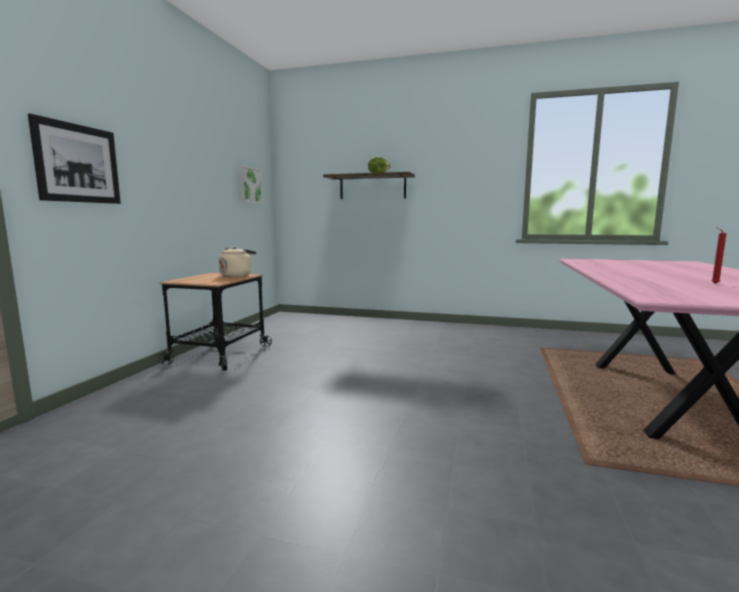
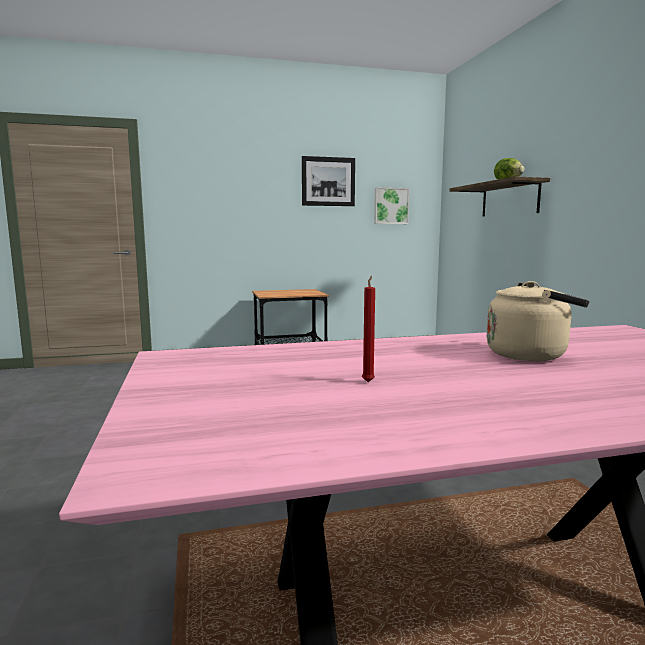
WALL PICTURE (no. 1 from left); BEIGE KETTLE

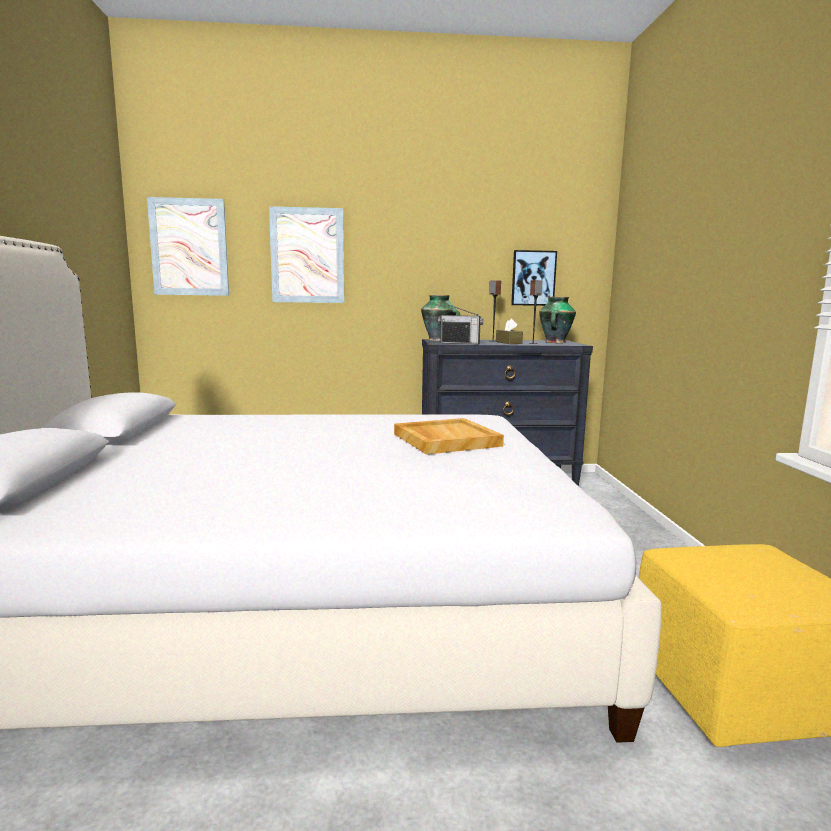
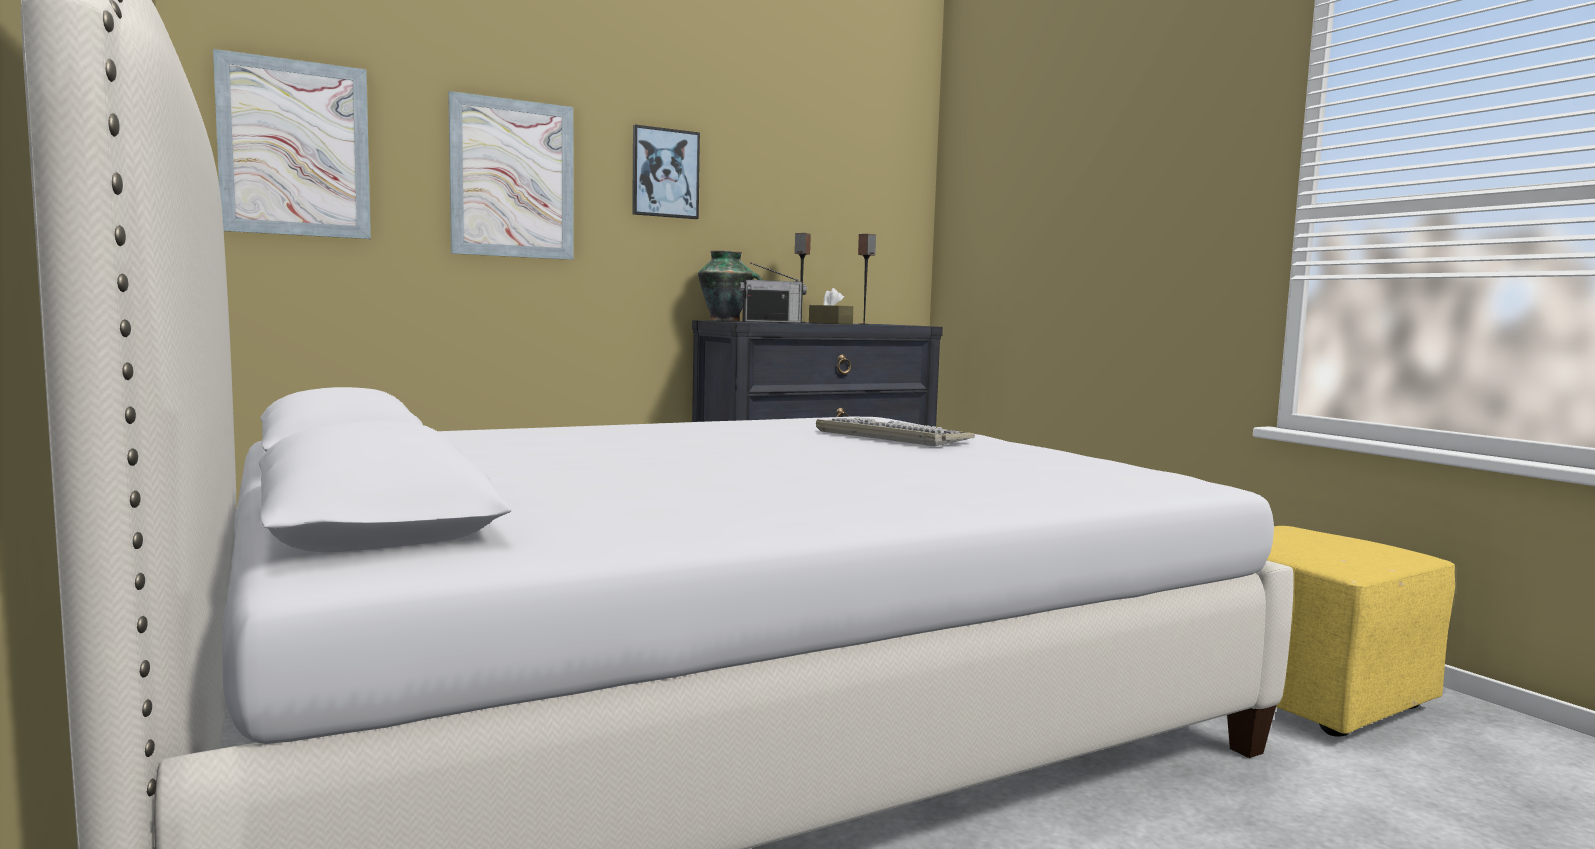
WALL PICTURE (no. 3 from left); FLOWER VASE (no. 2 from left in the first image); KEYBOARD

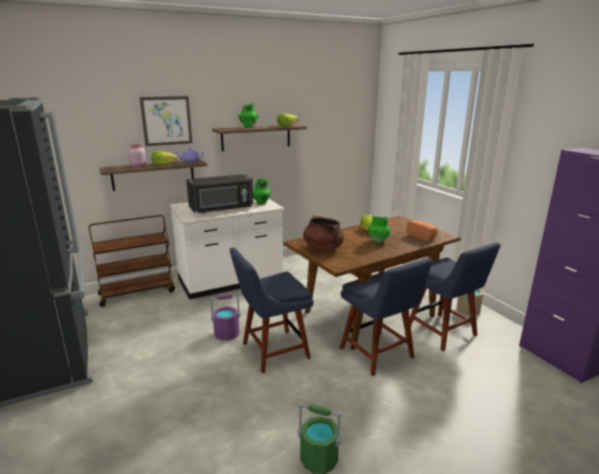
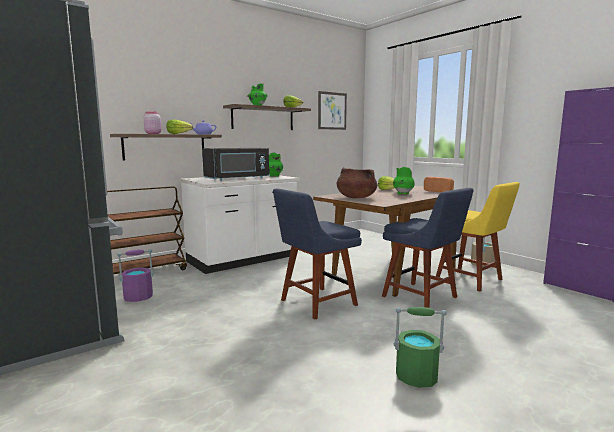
WALL PICTURE; YELLOW CHAIR; PURPLE PAIL

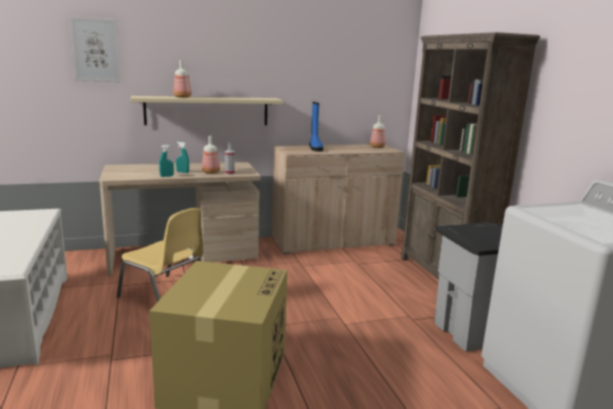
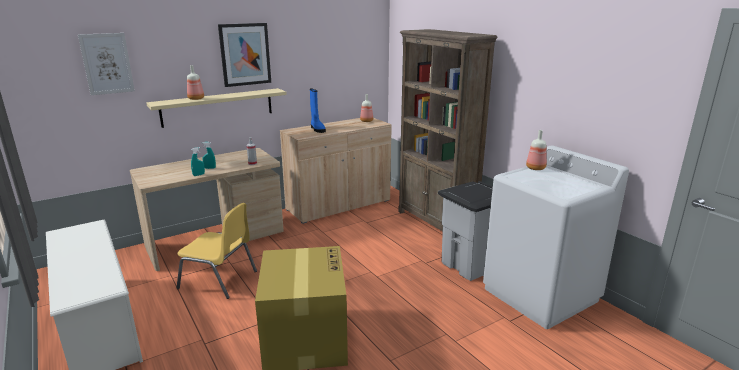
BOTTLE (no. 3 from left); WALL PICTURE (no. 2 from left)

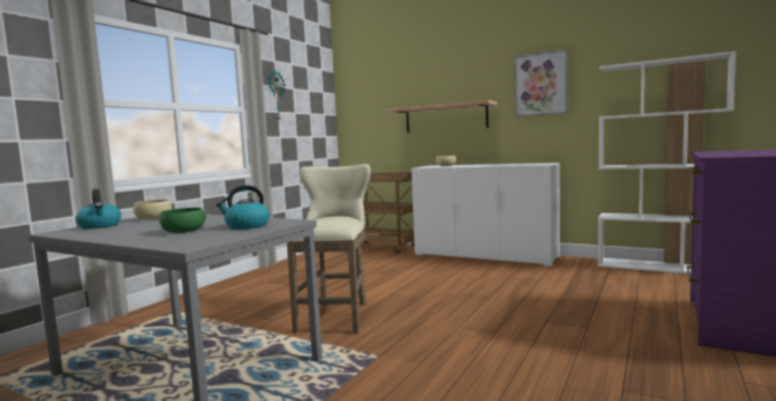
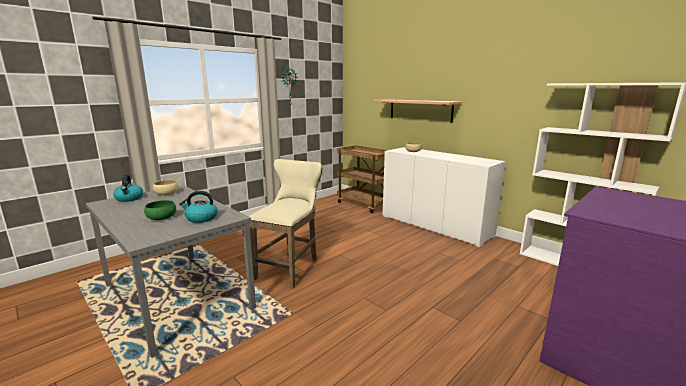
WALL PICTURE

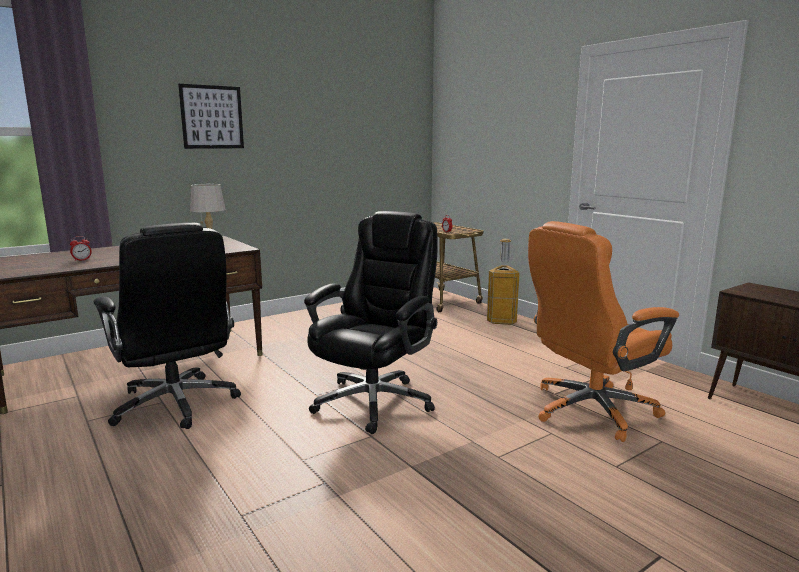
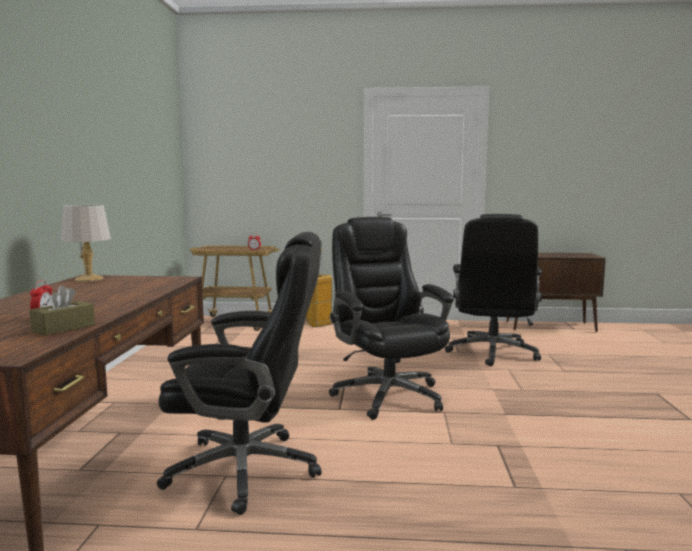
WALL PICTURE; BLACK COMPUTER CHAIR (no. 3 from left); BROWN TISSUE BOX

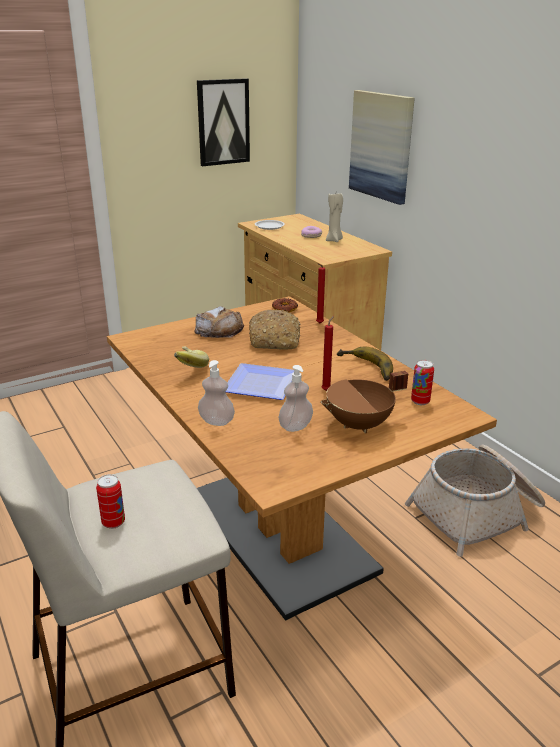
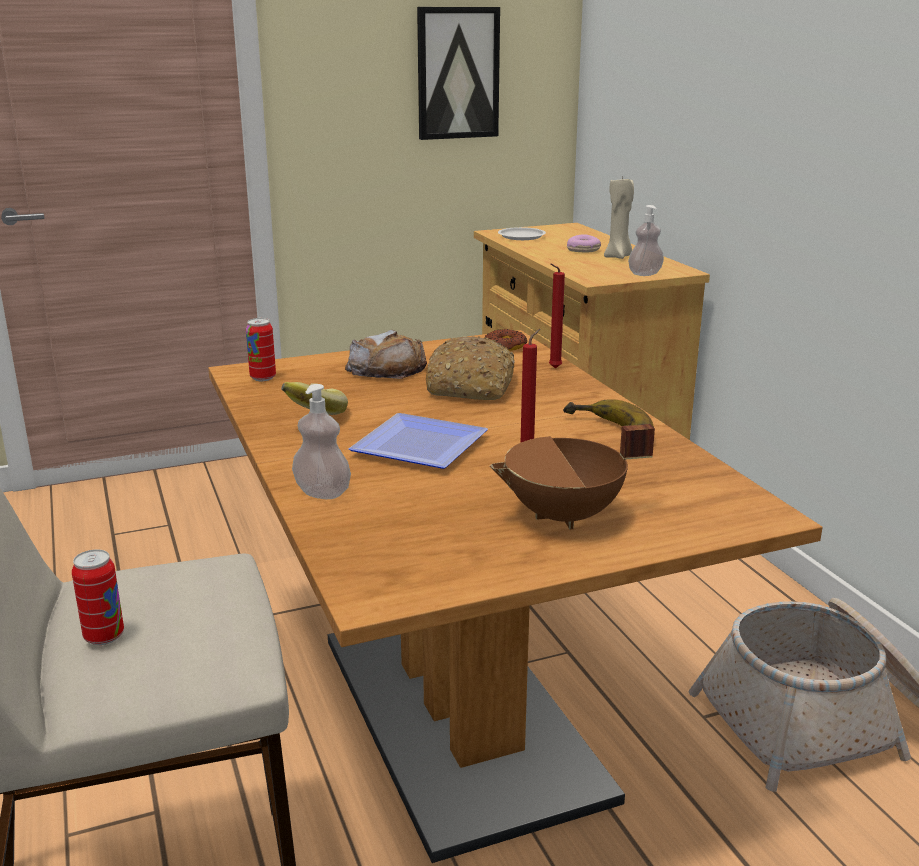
WALL PICTURE (no. 2 from left in the first image); METAL CAN (no. 2 from left); LIQUID SOAP BOTTLE (no. 2 from left)

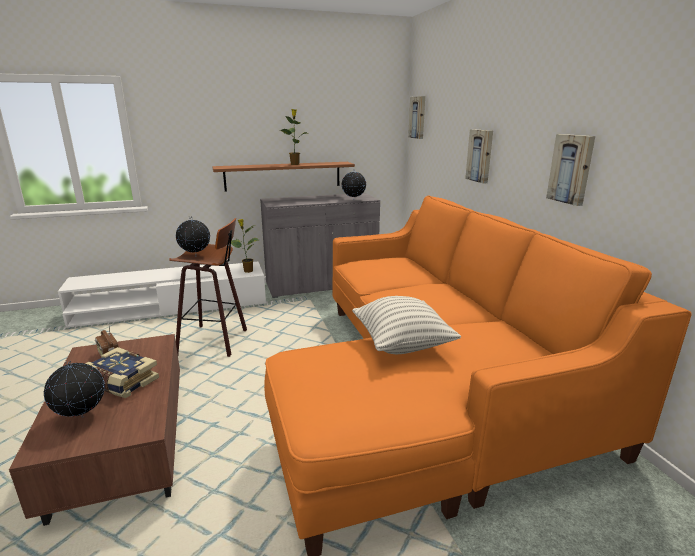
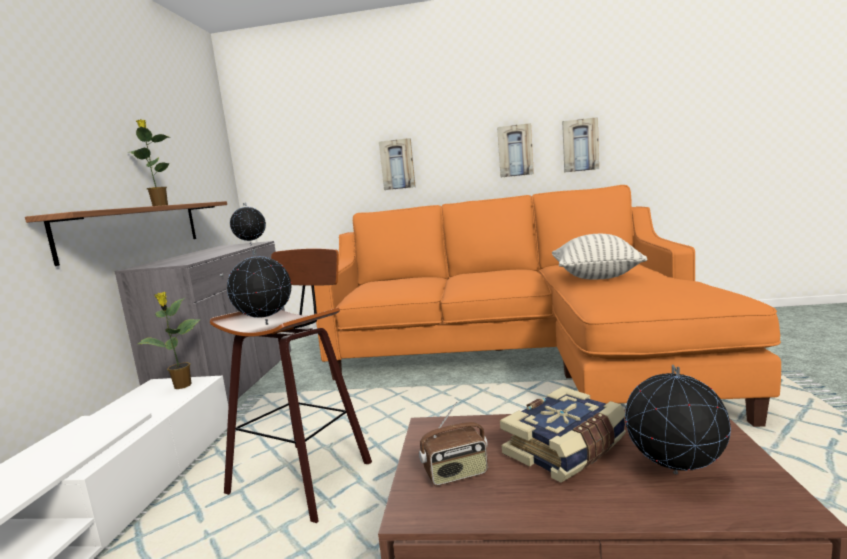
WALL PICTURE (no. 3 from left)

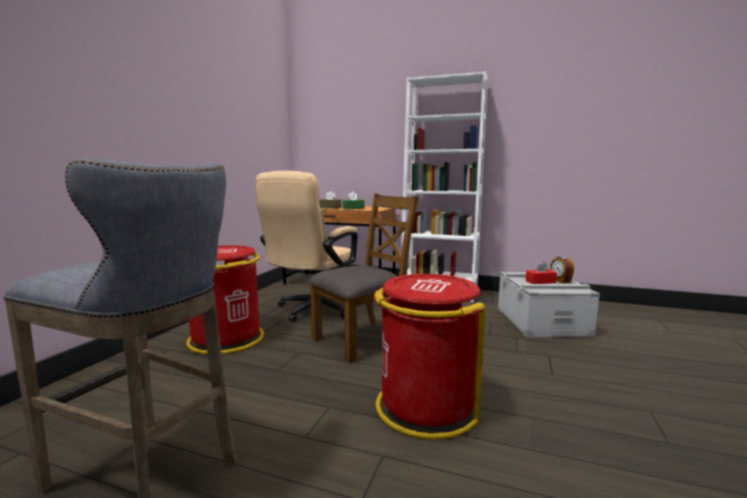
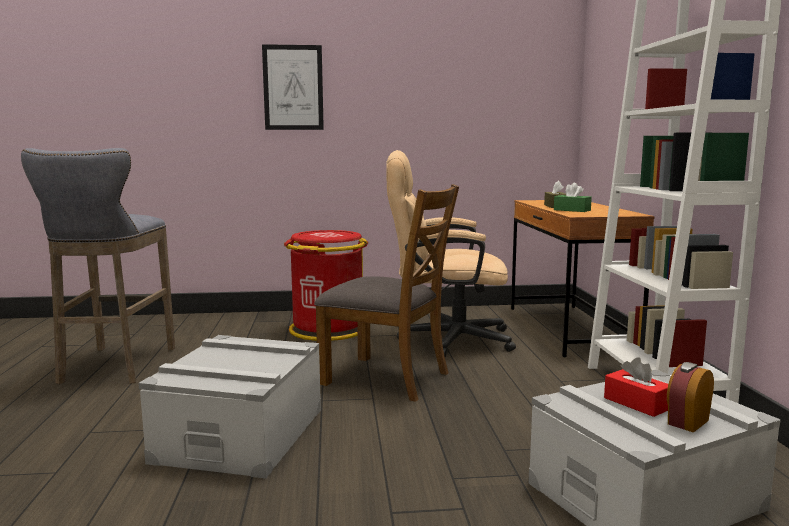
GRAY STORAGE CONTAINER (no. 1 from left); WALL PICTURE

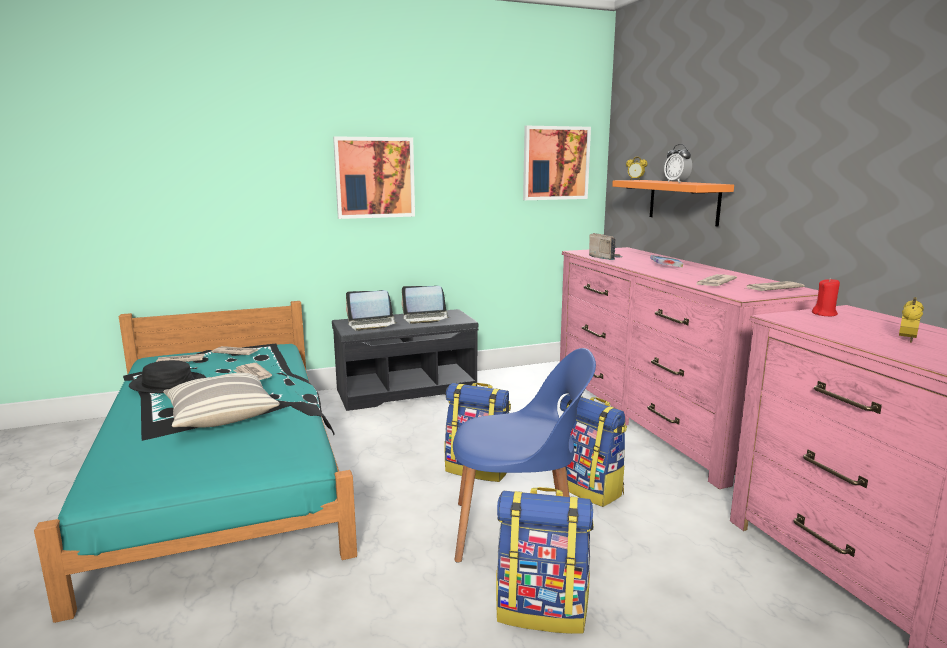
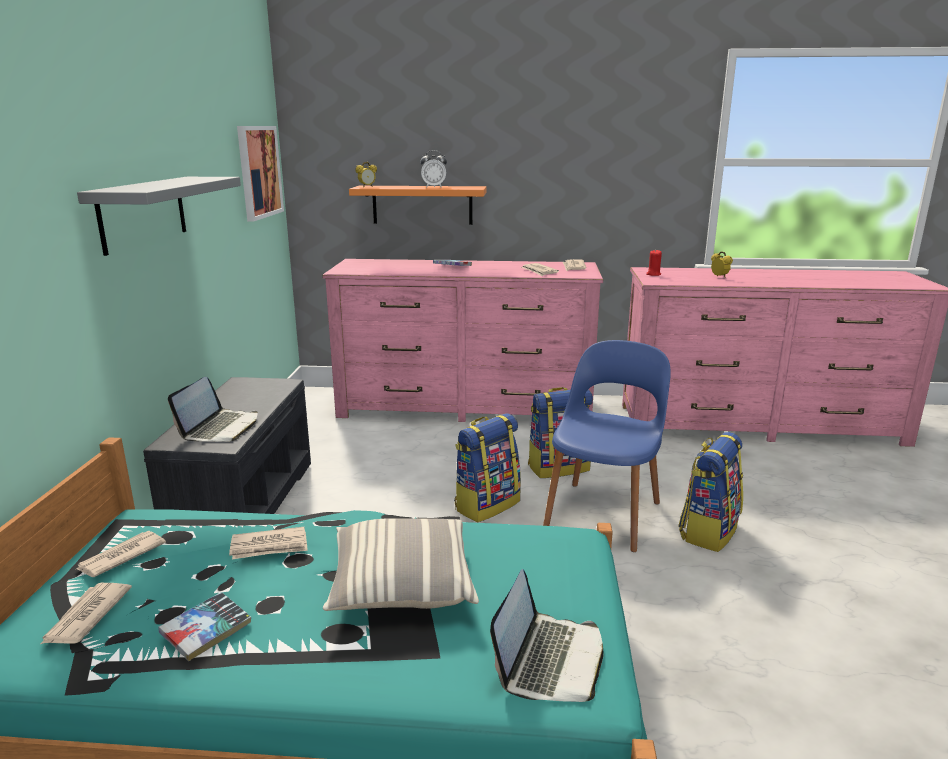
GRAY SHELF; RADIO SET; LAPTOP (no. 2 from left); BOOK (no. 1 from left)

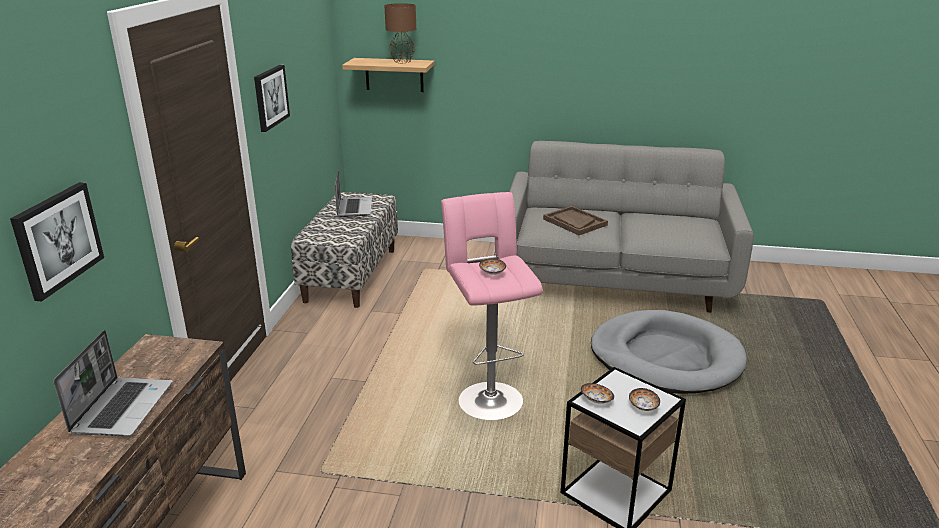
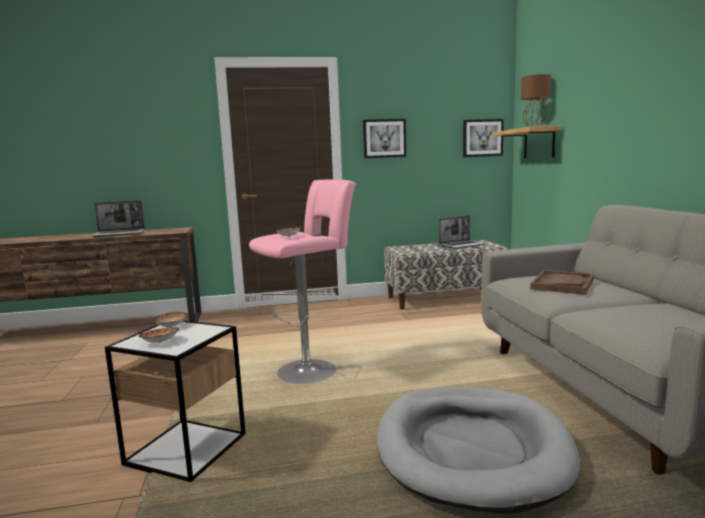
WALL PICTURE (no. 2 from left)

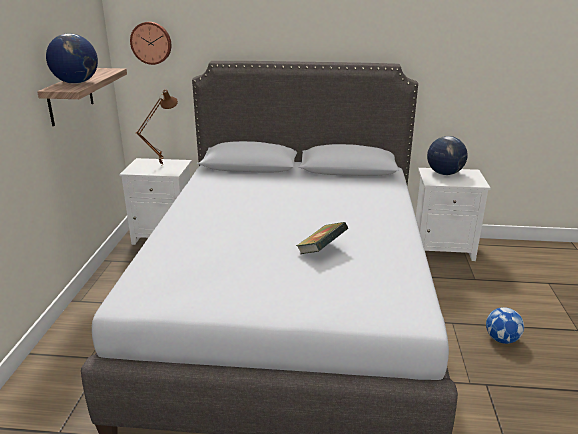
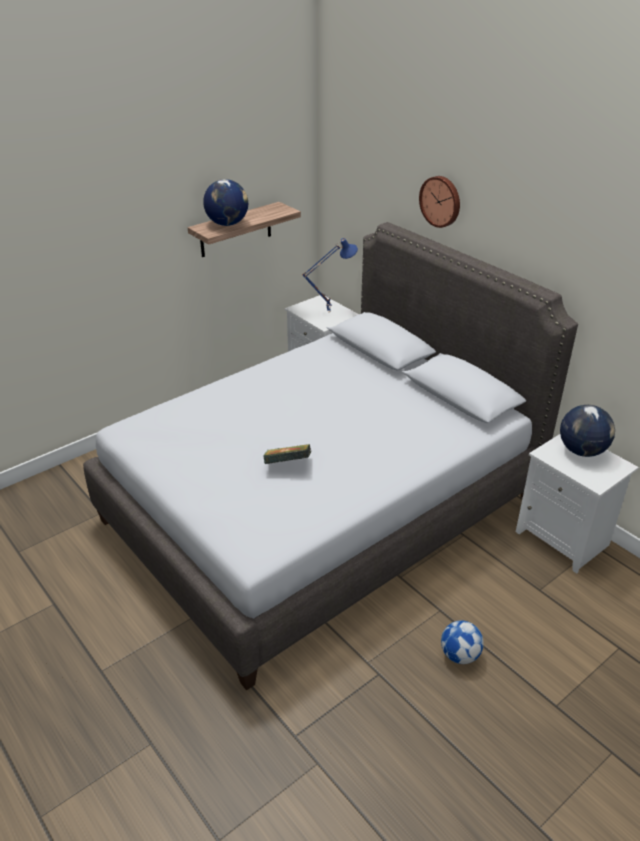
HANGING CLOCK; BLUISH LAMP FOR A TABLE

